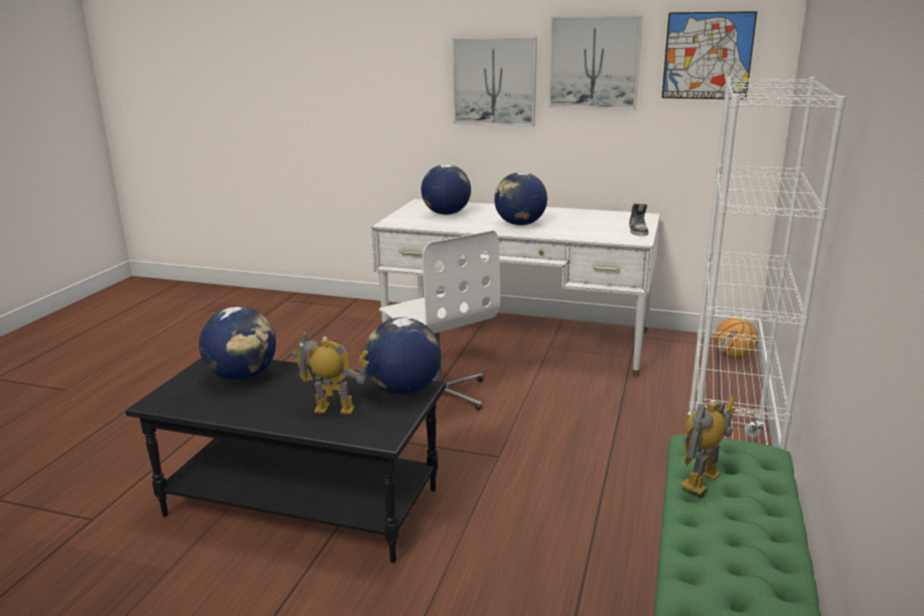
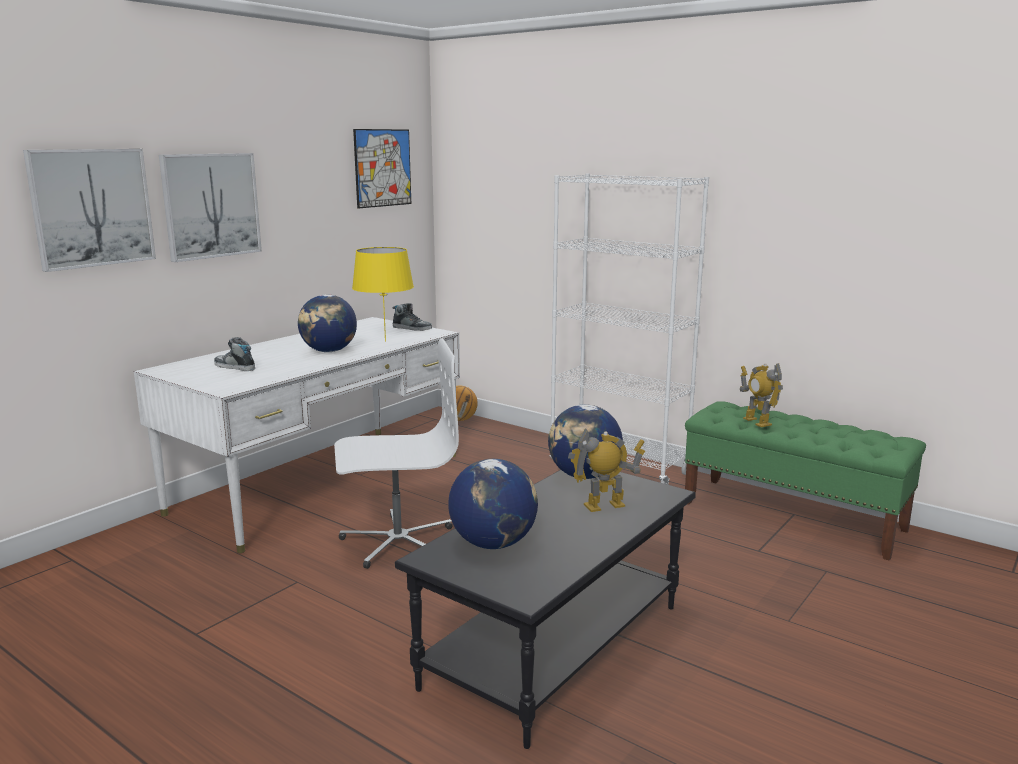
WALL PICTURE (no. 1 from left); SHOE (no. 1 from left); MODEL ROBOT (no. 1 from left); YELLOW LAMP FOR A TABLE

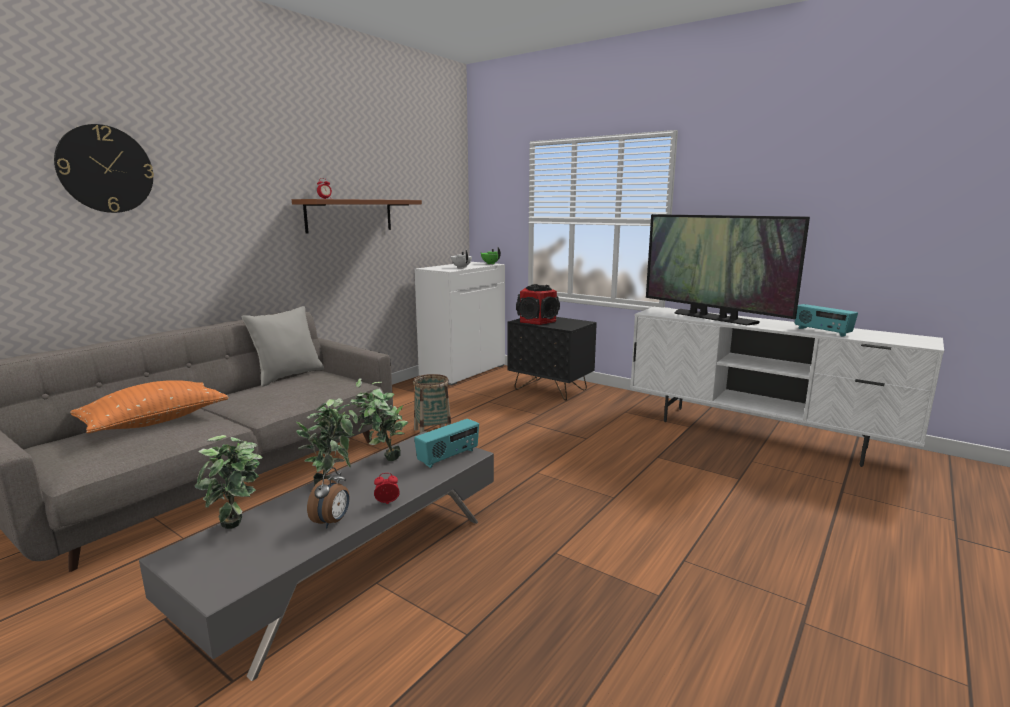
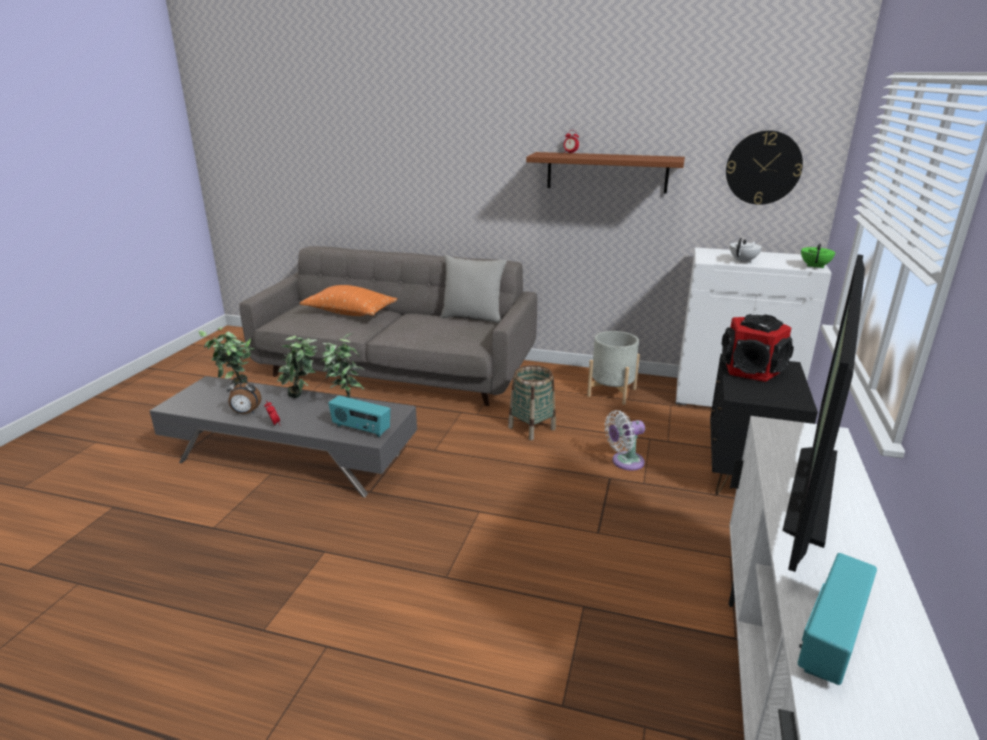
HANGING CLOCK; GRAY FLOWER POT; WHITISH FAN

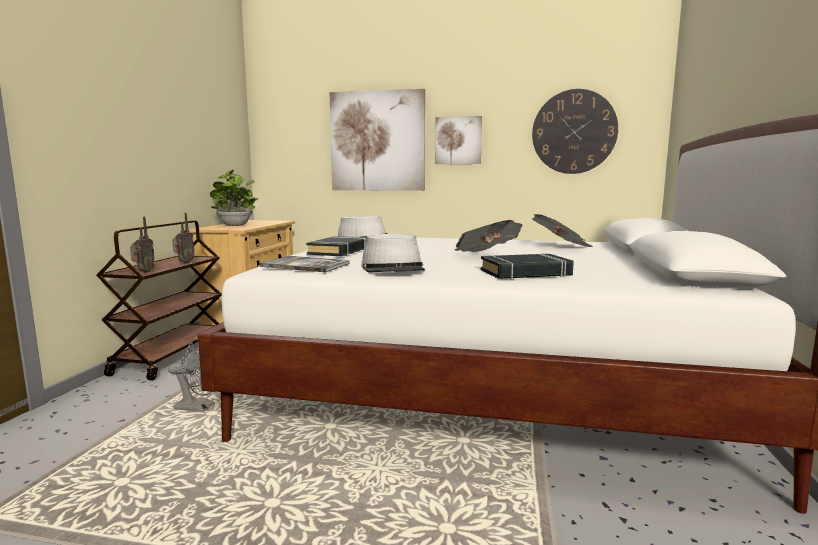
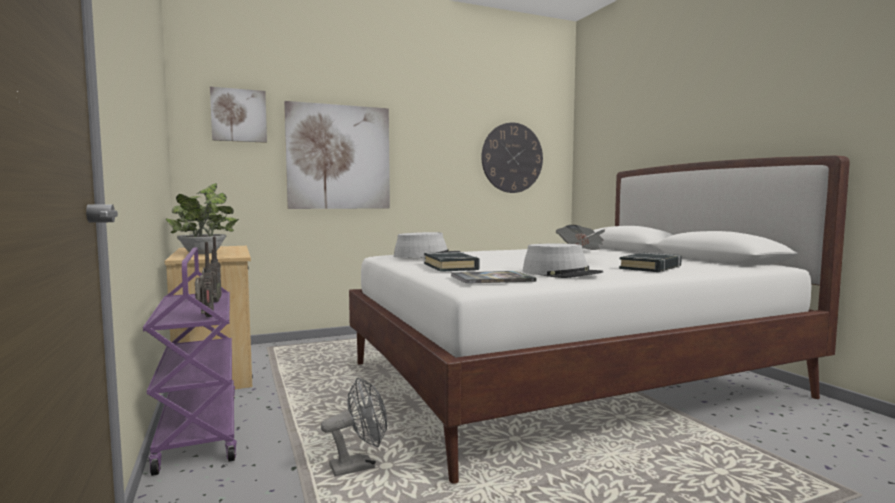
WALL PICTURE (no. 1 from left); PURPLE WHEELED CART

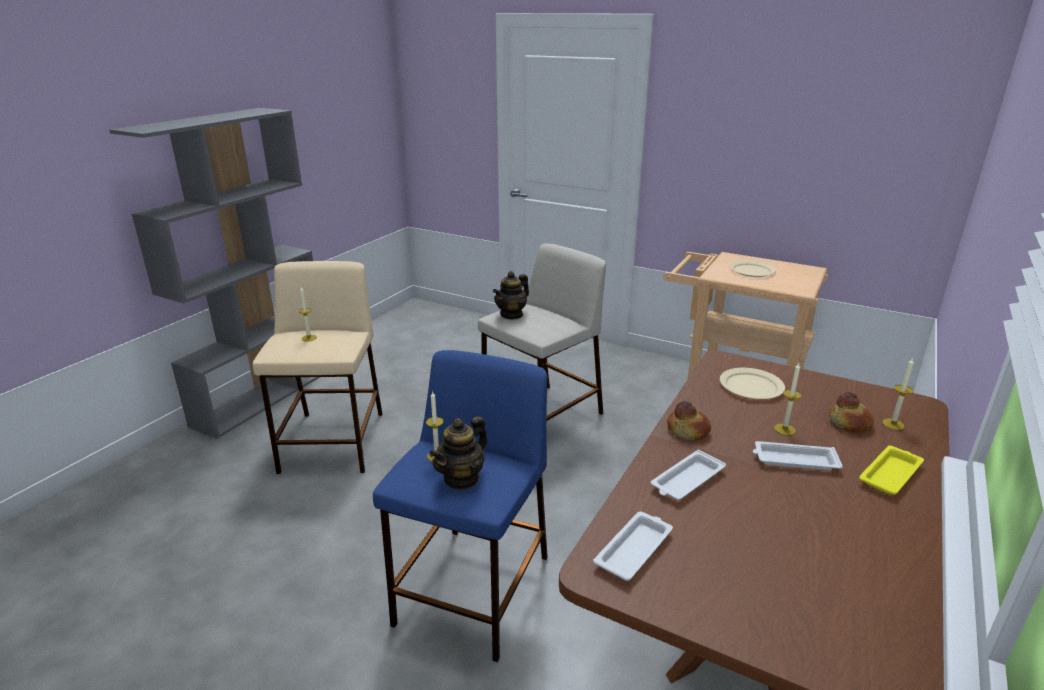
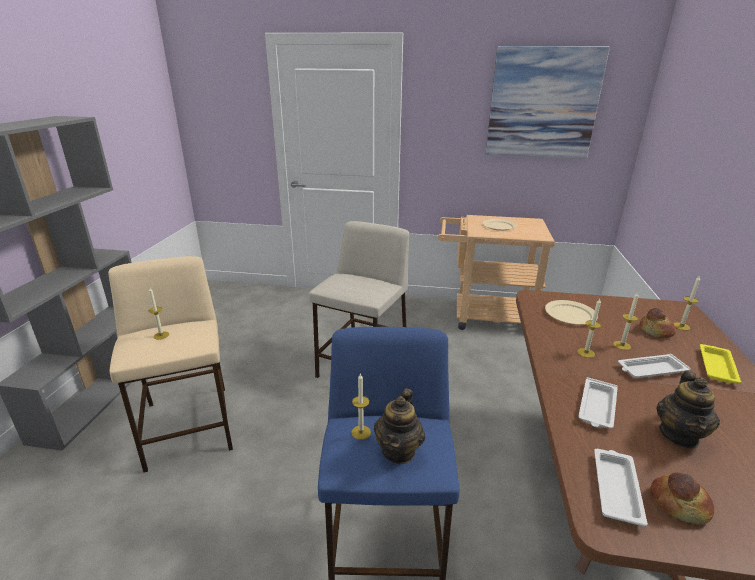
TEA POT (no. 2 from left); BAKERY BREAD (no. 2 from left); WALL PICTURE; CANDLE (no. 3 from left)

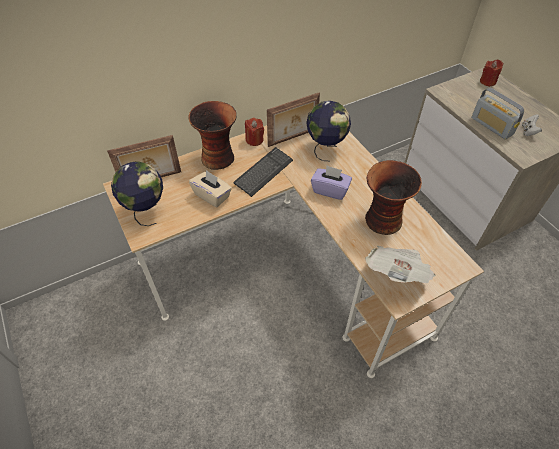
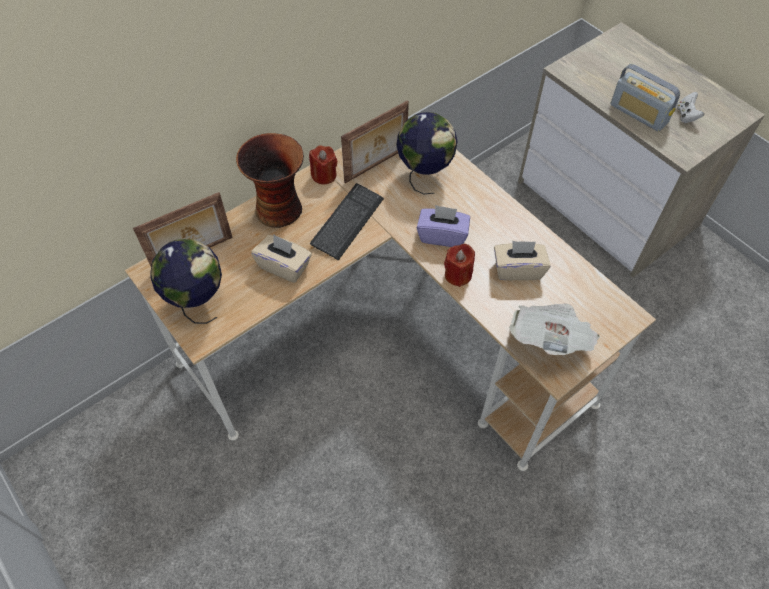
RED-COLOURED CANDLE (no. 2 from left); BEIGE TISSUE BOX (no. 2 from left)

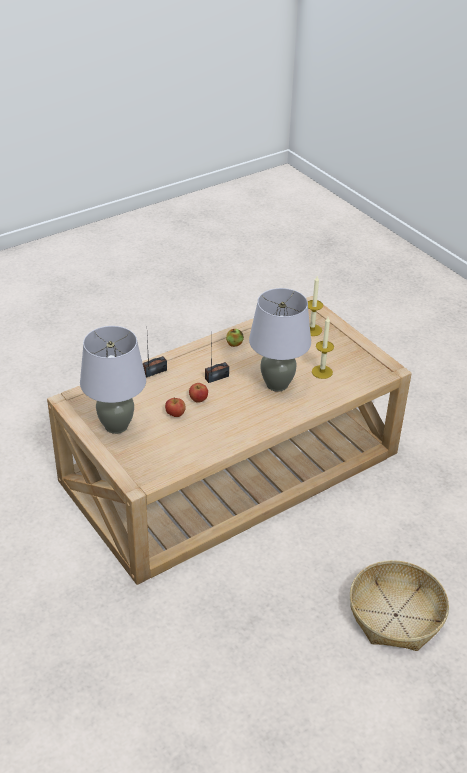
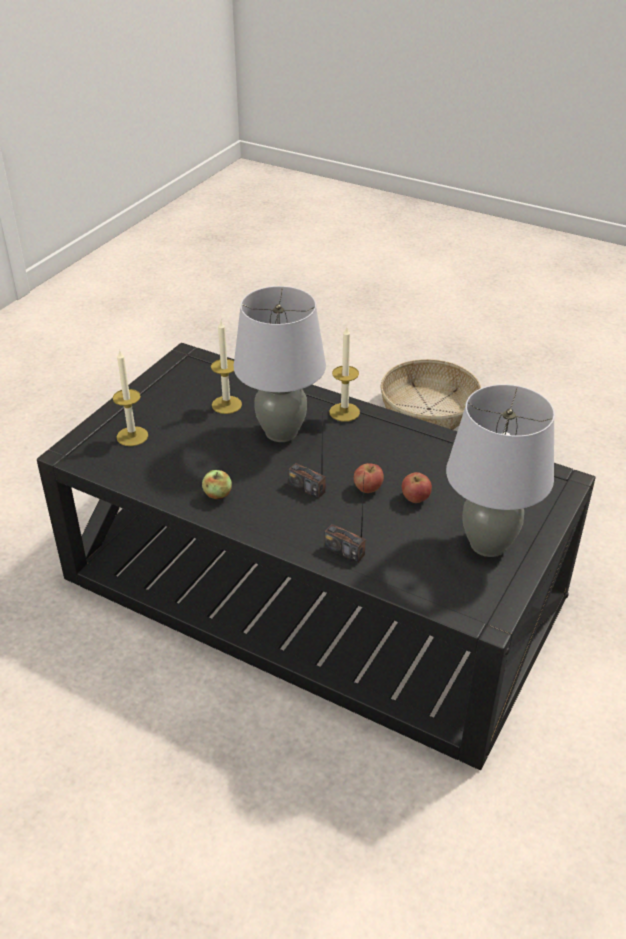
BLACK LOUNGE TABLE; CANDLE (no. 3 from left)

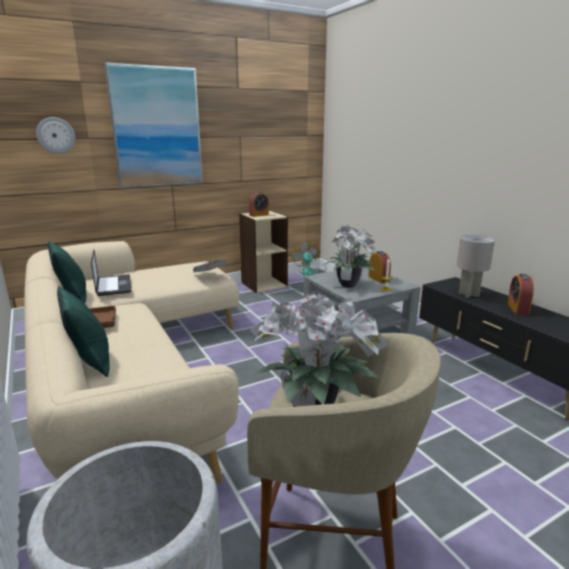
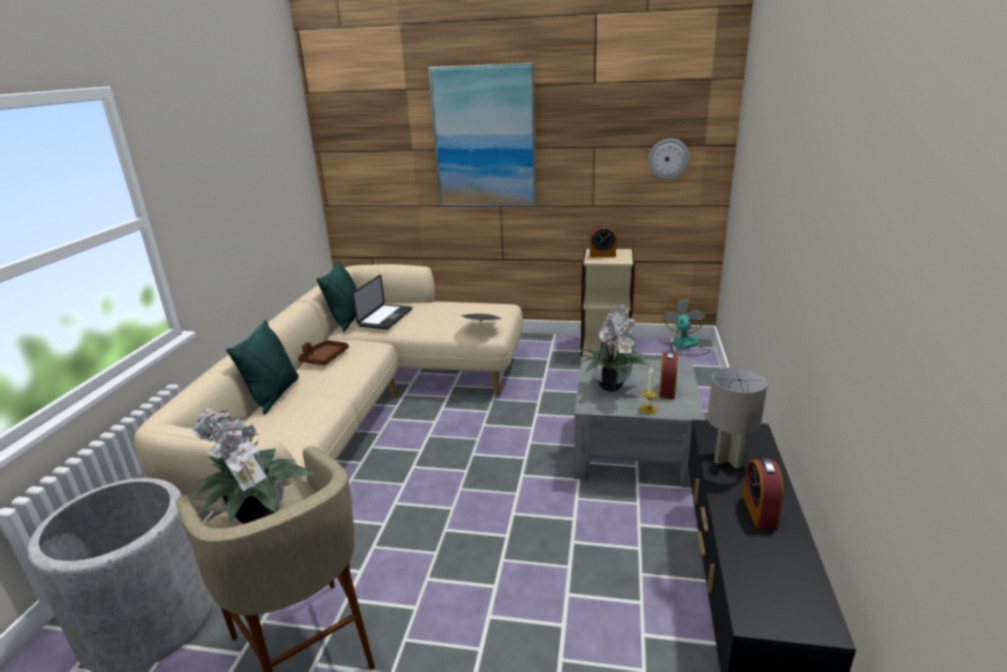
HANGING CLOCK; TABLE CLOCK (no. 3 from left)

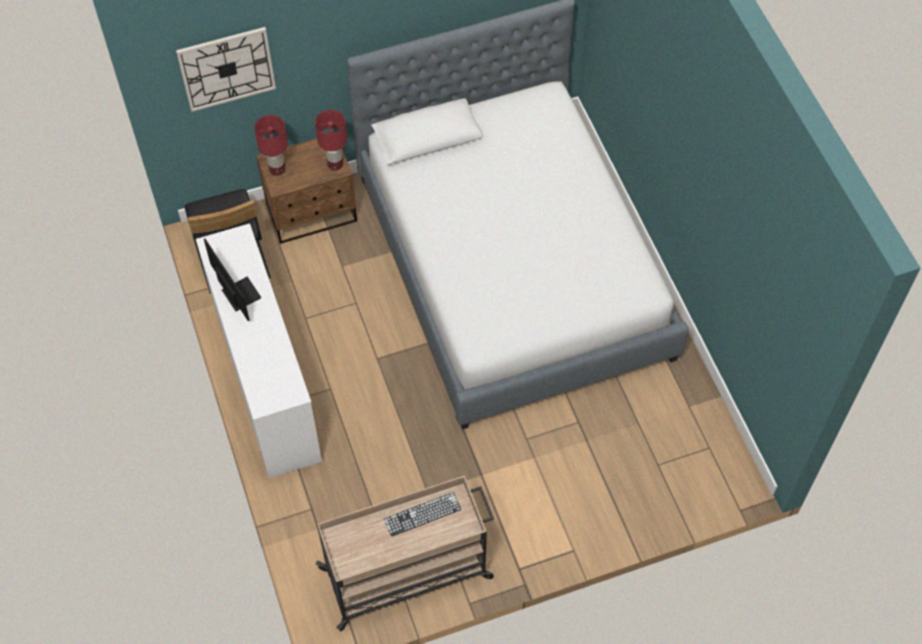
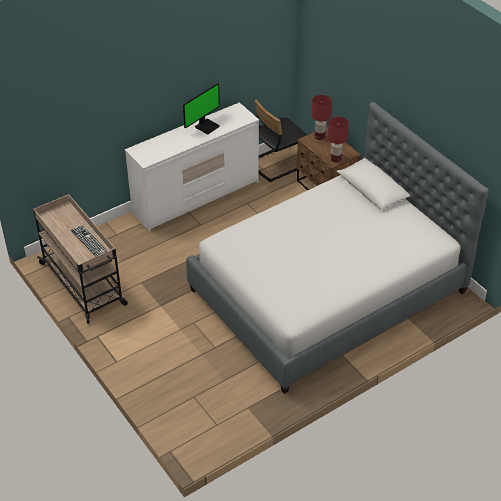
HANGING CLOCK

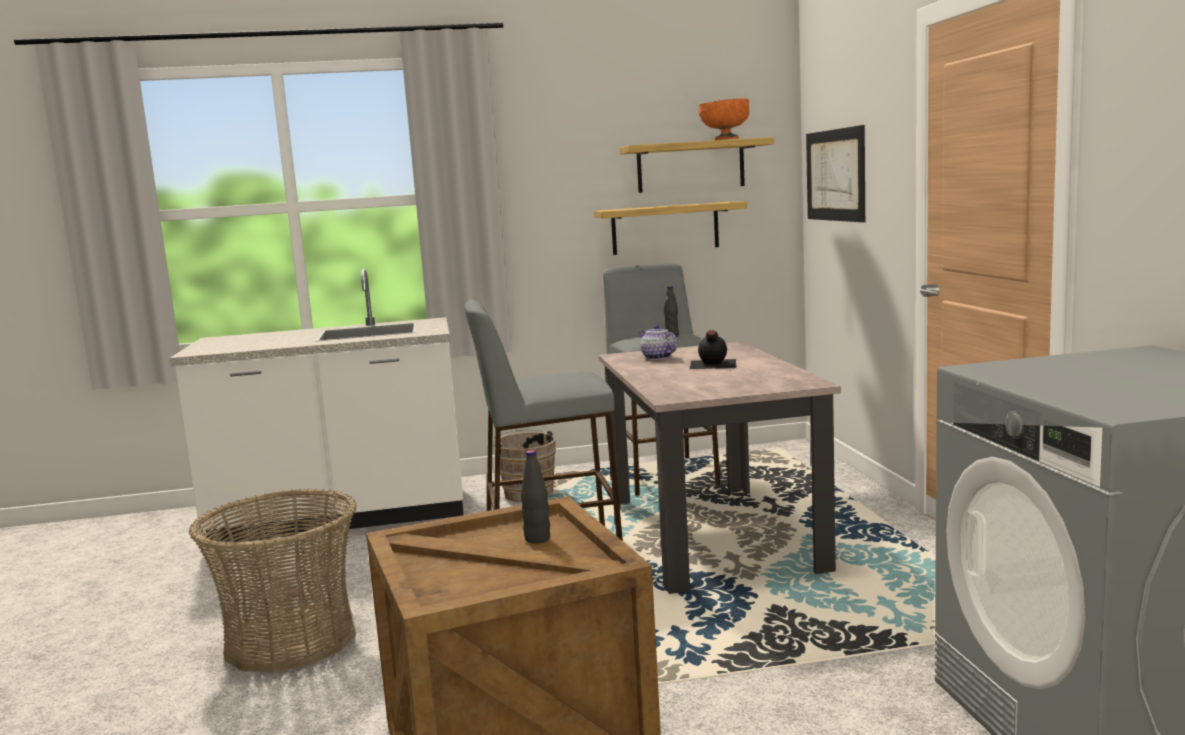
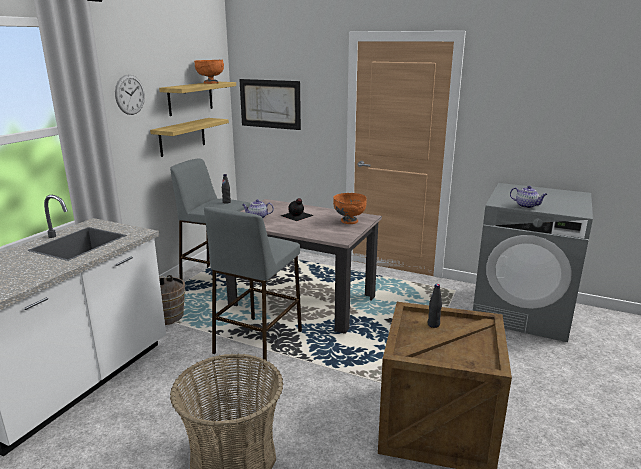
HANGING CLOCK; TEA POT (no. 2 from left); ORANGEY SERVING BOWL (no. 2 from left)

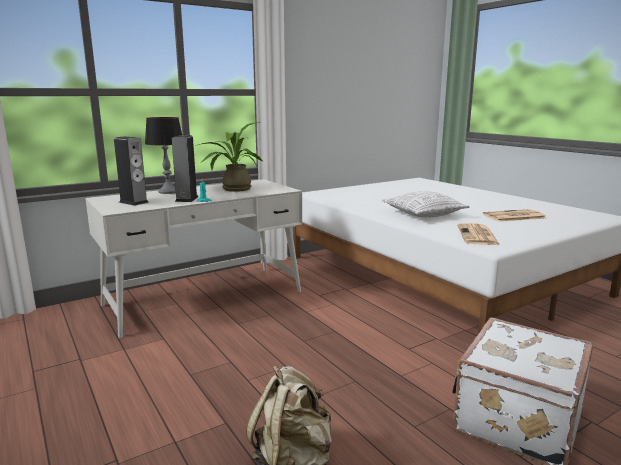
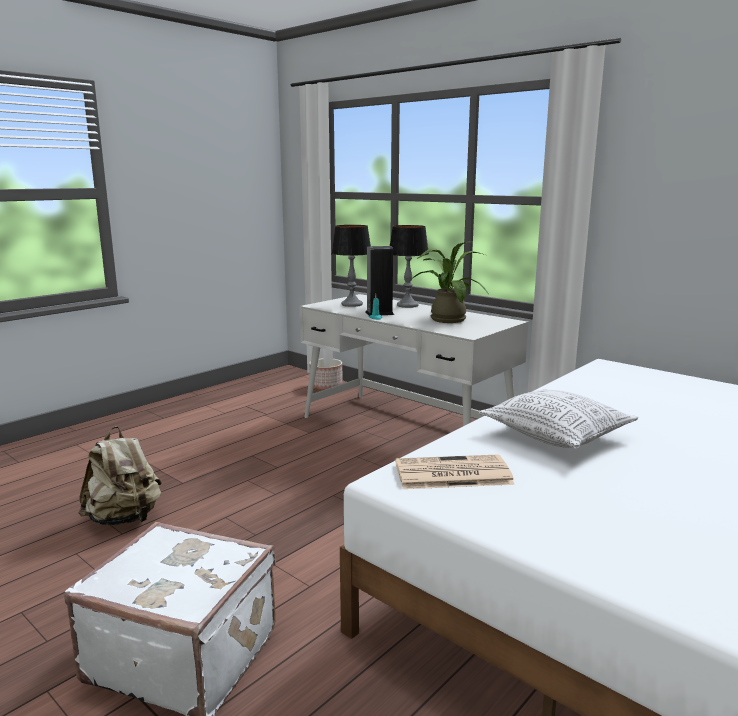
LAMP FOR A TABLE (no. 1 from left); PRINTED PAPER (no. 2 from left in the first image); FLOWER POT

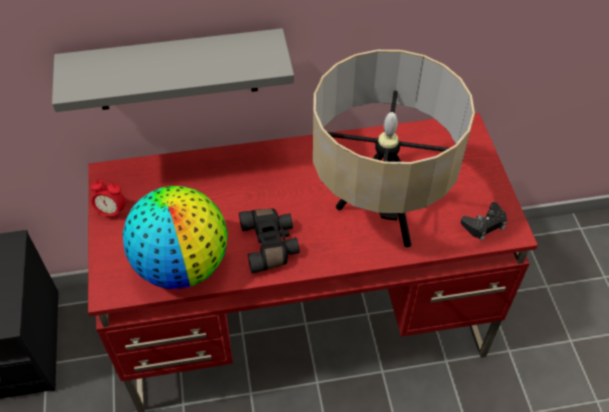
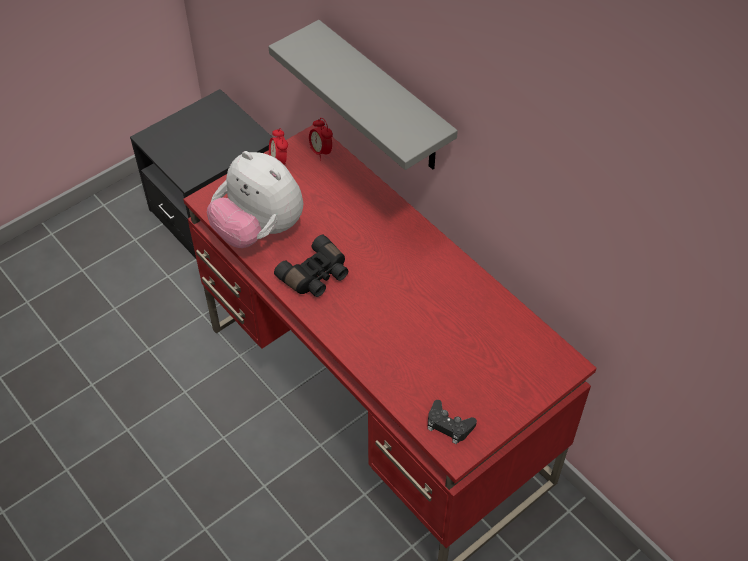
BEIGE LAMP FOR A TABLE; CUDDLY TOY; TABLE CLOCK (no. 2 from left)

